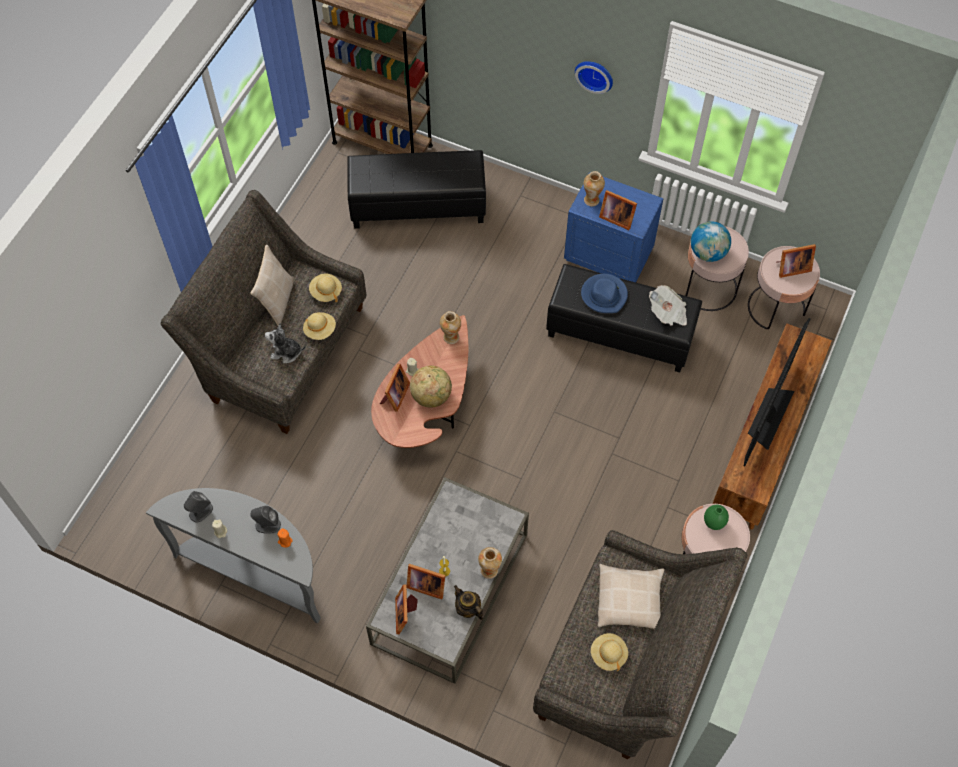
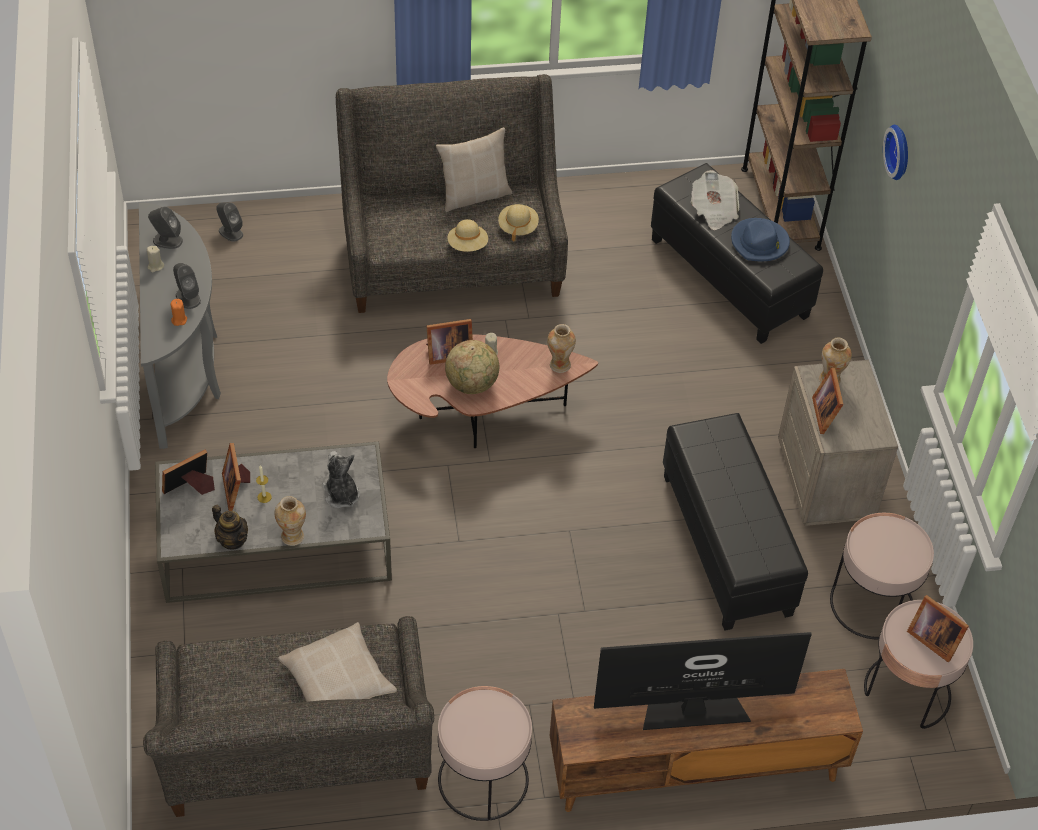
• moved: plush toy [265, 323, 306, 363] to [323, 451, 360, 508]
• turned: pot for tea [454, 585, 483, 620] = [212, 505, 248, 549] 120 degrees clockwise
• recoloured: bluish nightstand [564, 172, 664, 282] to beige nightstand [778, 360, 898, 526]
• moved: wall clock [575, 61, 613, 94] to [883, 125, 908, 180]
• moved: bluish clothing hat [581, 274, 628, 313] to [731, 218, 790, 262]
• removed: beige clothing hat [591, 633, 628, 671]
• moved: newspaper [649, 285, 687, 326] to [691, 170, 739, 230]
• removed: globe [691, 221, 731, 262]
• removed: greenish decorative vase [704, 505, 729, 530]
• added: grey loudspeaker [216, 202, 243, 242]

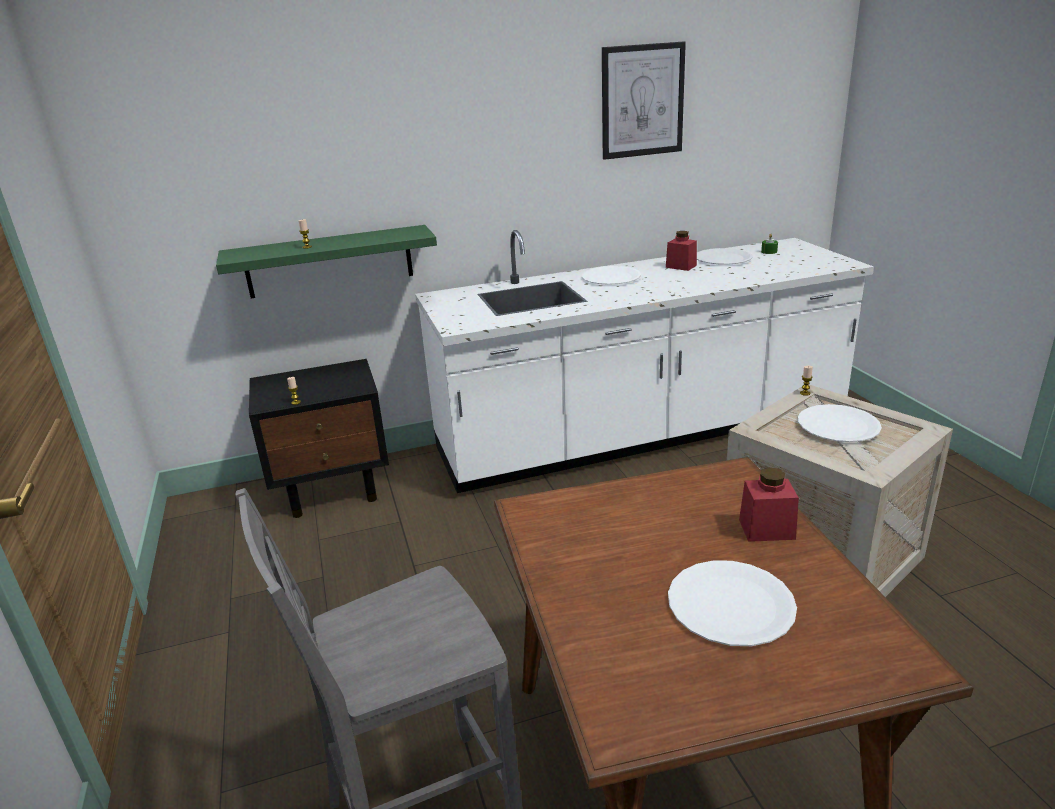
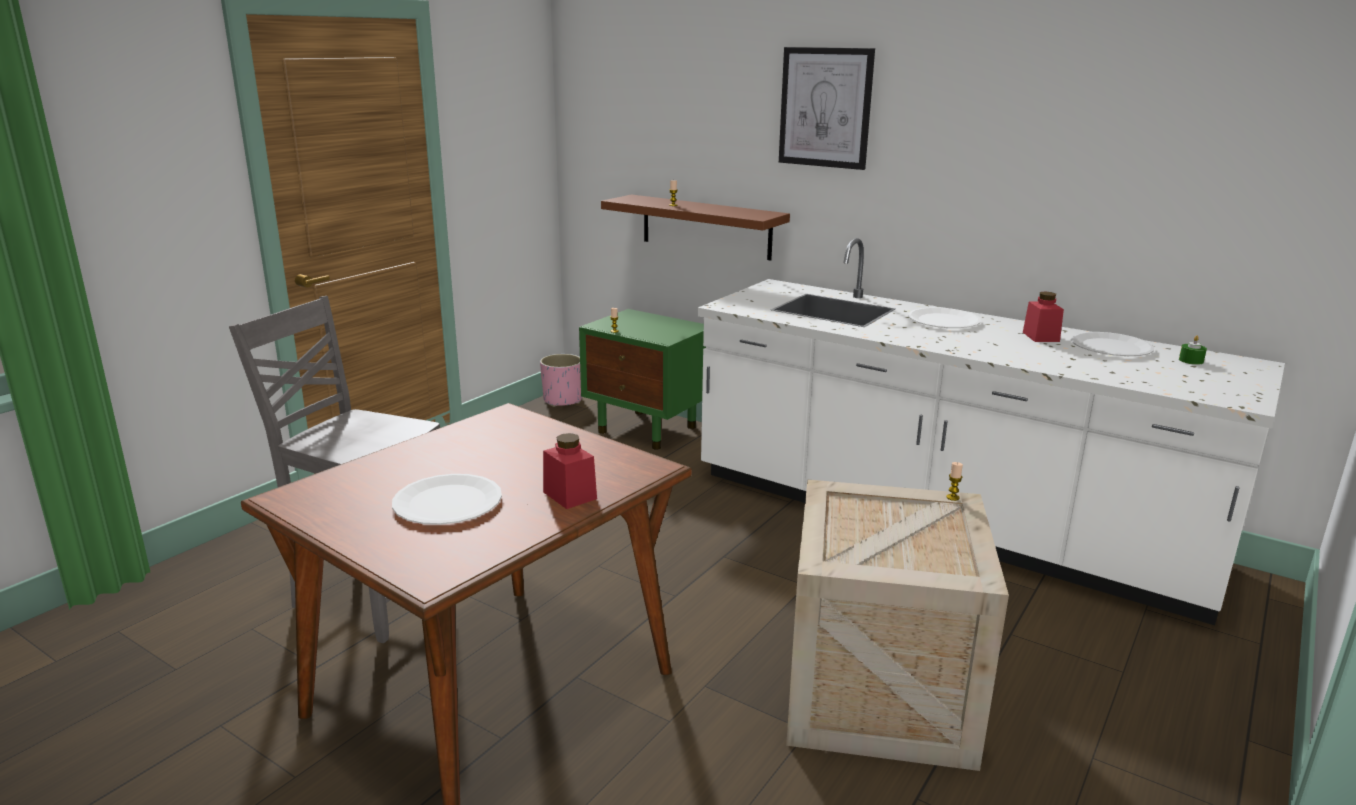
• recoloured: greenish wall shelf [216, 225, 437, 299] to brown-coloured wall shelf [601, 194, 790, 261]
• recoloured: black-coloured nightstand [249, 359, 389, 518] to greenish nightstand [579, 309, 706, 450]
• moved: wall art [602, 41, 686, 160] to [779, 47, 875, 170]
• removed: white-coloured flat dish [798, 404, 882, 442]
• added: pinkish flower pot [540, 354, 582, 407]

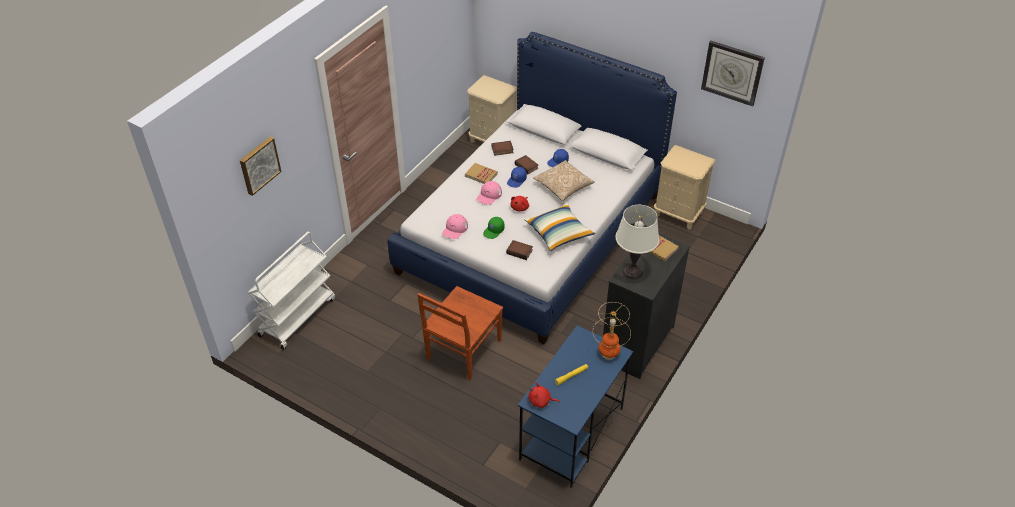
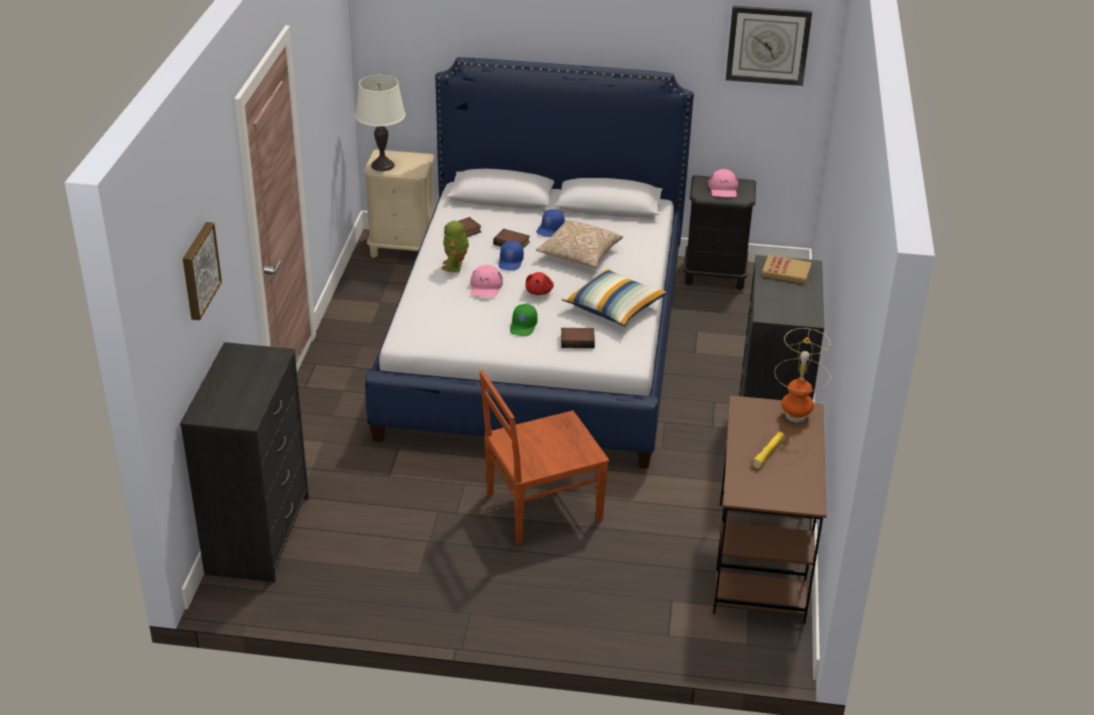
• replaced: white-coloured cart [248, 232, 335, 350] to black-coloured dresser [180, 342, 309, 583]
• turned: brown-coloured plain chair [418, 286, 503, 380] = [479, 370, 609, 544] 60 degrees clockwise
• moved: pinkish baseball cap [442, 214, 468, 239] to [708, 169, 738, 197]
• replaced: volume [465, 163, 498, 184] to model robot [442, 221, 469, 272]
• recoloured: bluish desk [518, 325, 633, 488] to brown-coloured desk [713, 395, 827, 624]
• removed: red-coloured plush toy [528, 382, 560, 408]
• moved: white-coloured table lamp [616, 205, 659, 279] to [355, 75, 406, 171]
• recoloured: beige nightstand [654, 145, 715, 229] to black-coloured nightstand [683, 175, 756, 290]

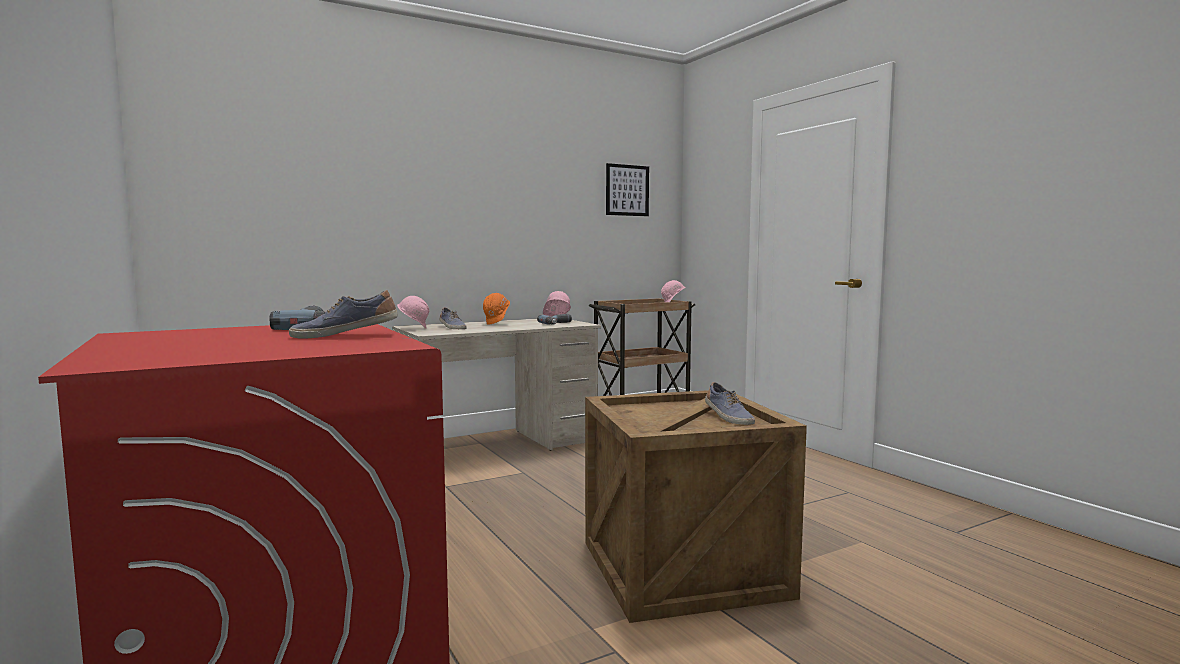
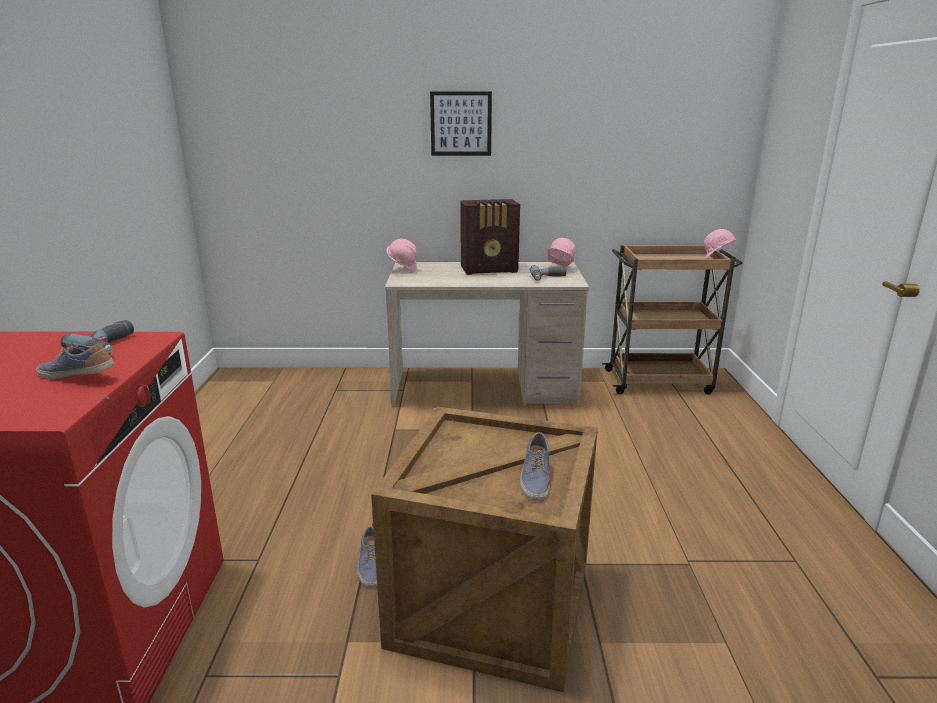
• moved: item of footwear [439, 307, 467, 329] to [357, 526, 377, 588]
• replaced: orangey work helmet [483, 293, 510, 325] to radio set [460, 199, 520, 275]
• moved: wall art [606, 163, 649, 216] to [430, 91, 492, 156]

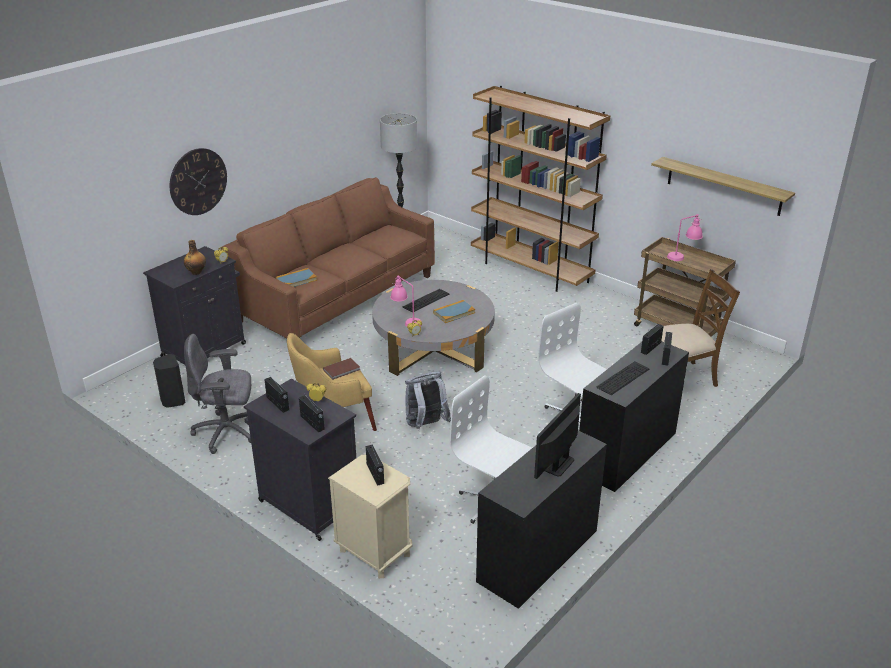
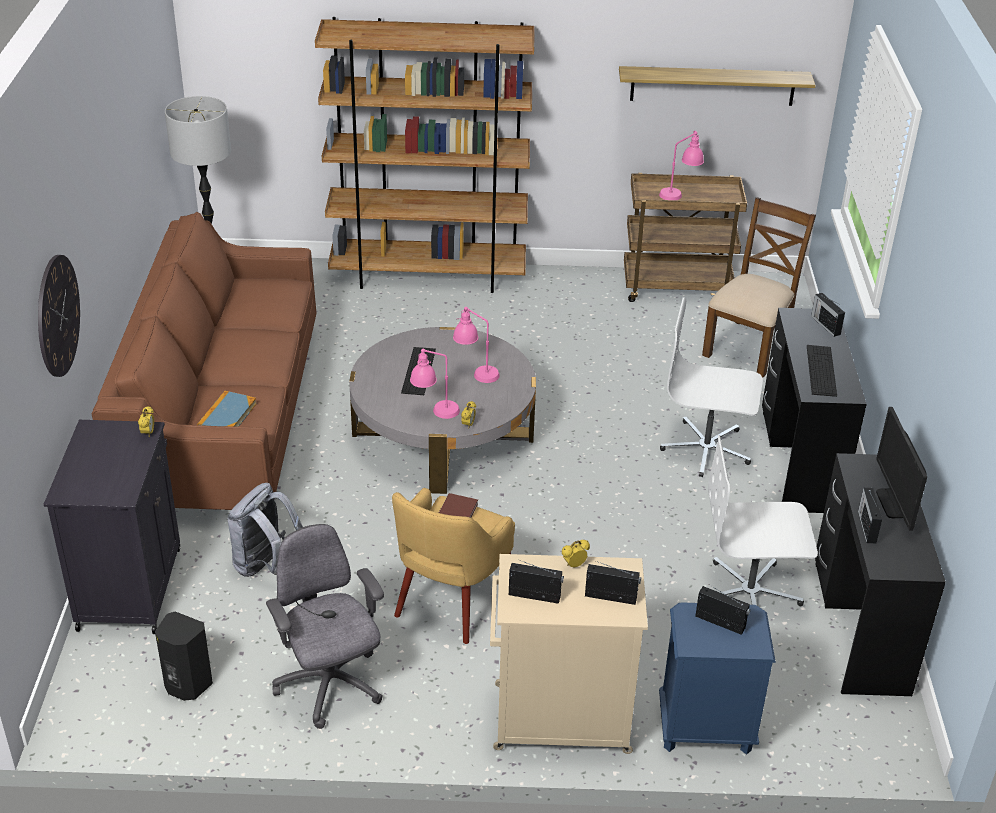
• removed: bottle [184, 240, 206, 275]
• turned: grey office chair [184, 334, 251, 454] = [266, 524, 384, 729] 105 degrees clockwise
• recoloured: black-coloured storage cabinet [244, 379, 356, 541] to beige storage cabinet [490, 554, 648, 754]
• recoloured: beige nightstand [328, 455, 412, 578] to bluish nightstand [659, 602, 776, 755]
• moved: grey rucksack [405, 372, 451, 429] to [227, 483, 303, 577]
• replaced: volume [433, 300, 475, 323] to pinkish table lamp [453, 307, 500, 383]
• moved: radio set [641, 324, 664, 355] to [858, 488, 882, 543]

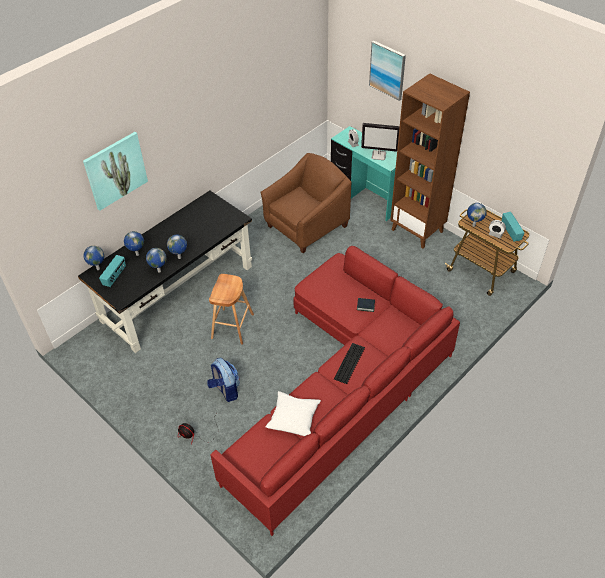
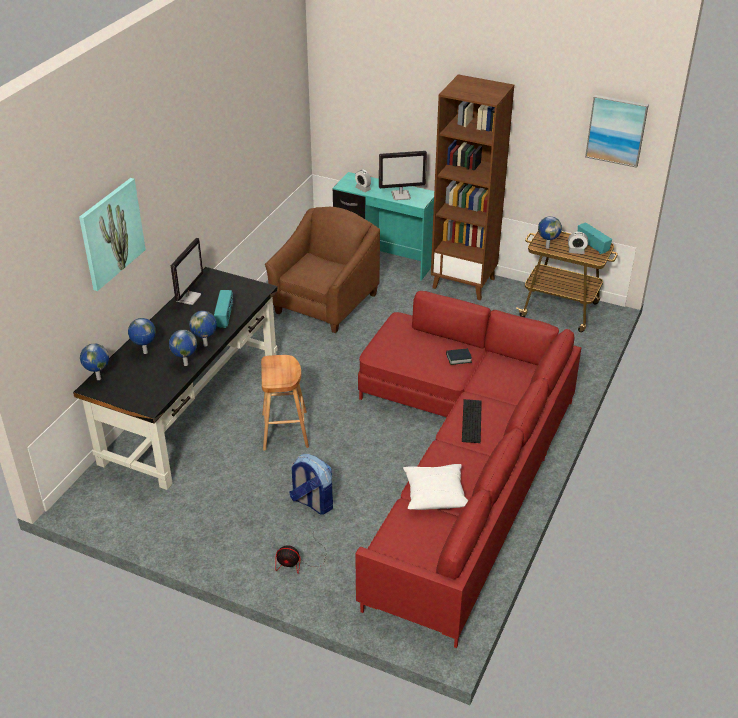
• moved: radio set [99, 255, 126, 287] to [214, 290, 233, 328]
• moved: wall art [369, 41, 406, 101] to [585, 95, 649, 168]
• added: monitor [171, 238, 203, 305]

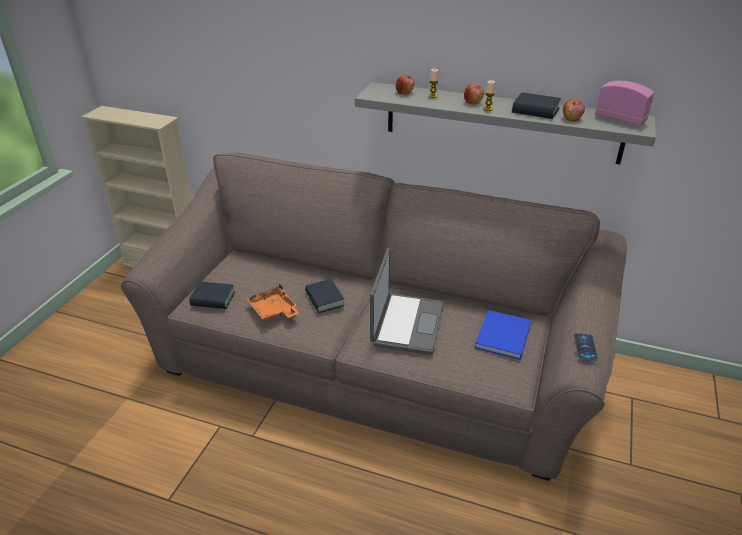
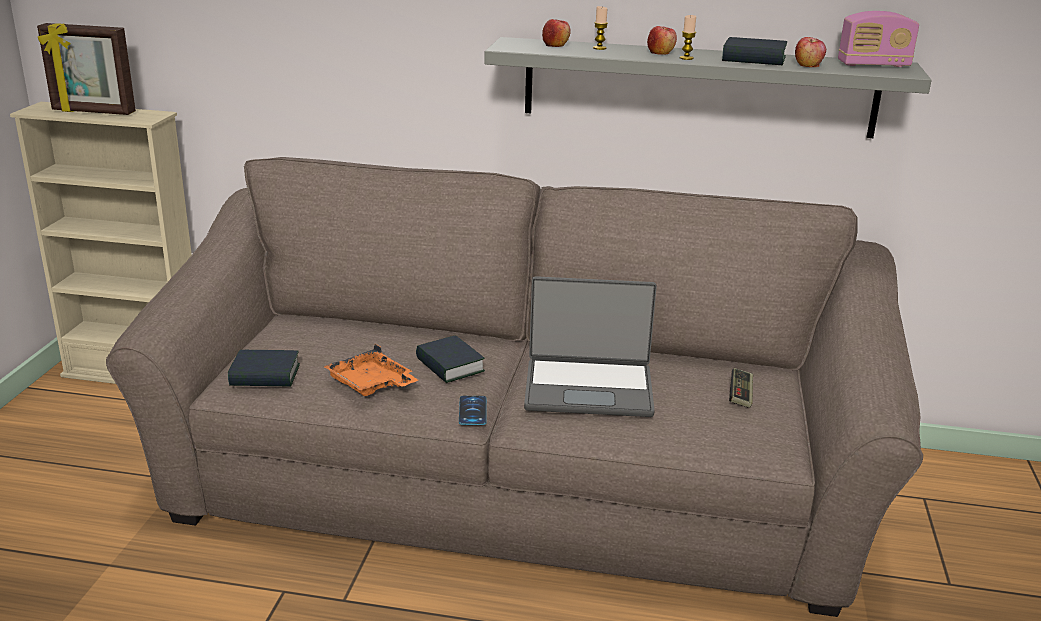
• turned: laptop [370, 248, 444, 355] = [524, 276, 657, 417] 90 degrees clockwise
• replaced: bluish volume [475, 310, 531, 360] to joypad [729, 368, 753, 408]
• moved: handset [574, 333, 598, 361] to [459, 396, 487, 425]
• turned: radio set [595, 81, 654, 126] = [838, 11, 919, 67] 150 degrees clockwise
• added: standing frame [37, 23, 136, 115]

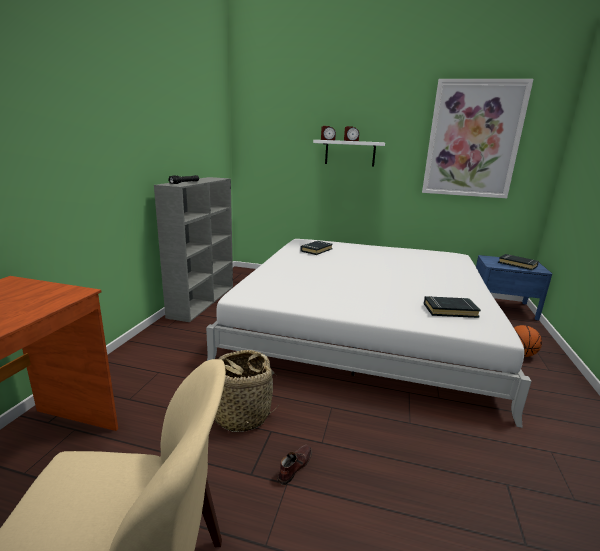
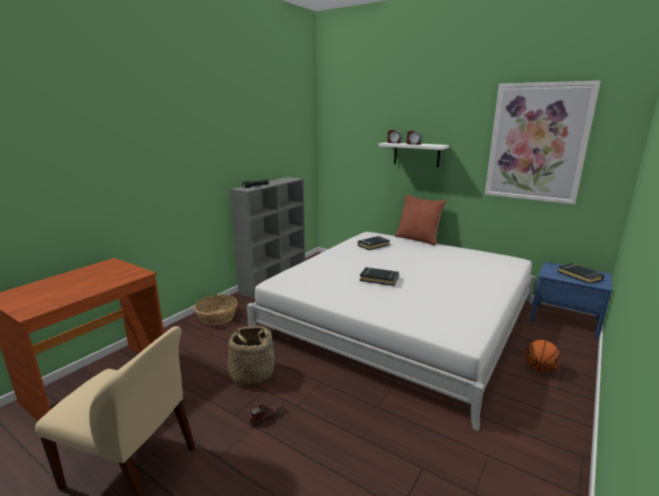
• moved: black-coloured volume [424, 296, 481, 318] to [360, 267, 399, 286]
• added: household basket [194, 295, 238, 325]
• added: throw pillow [395, 195, 446, 246]

